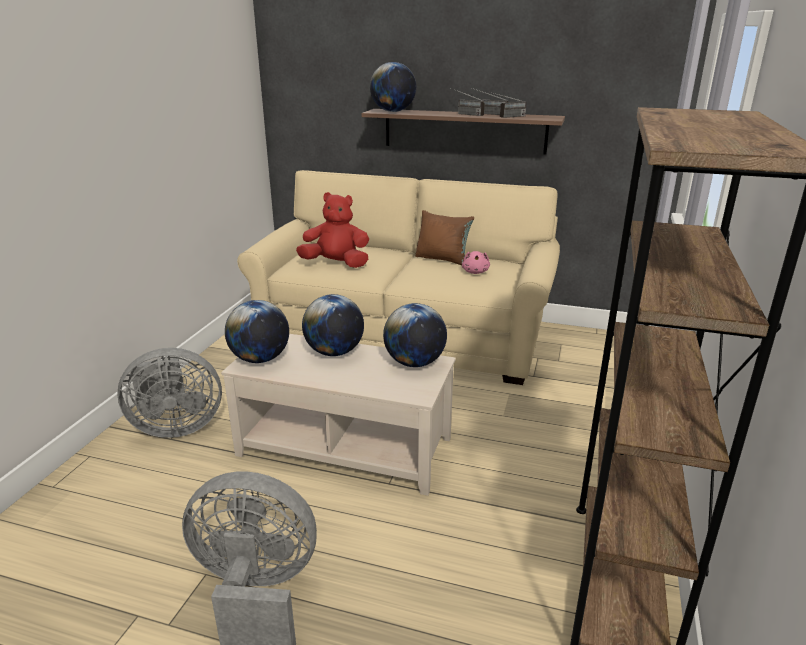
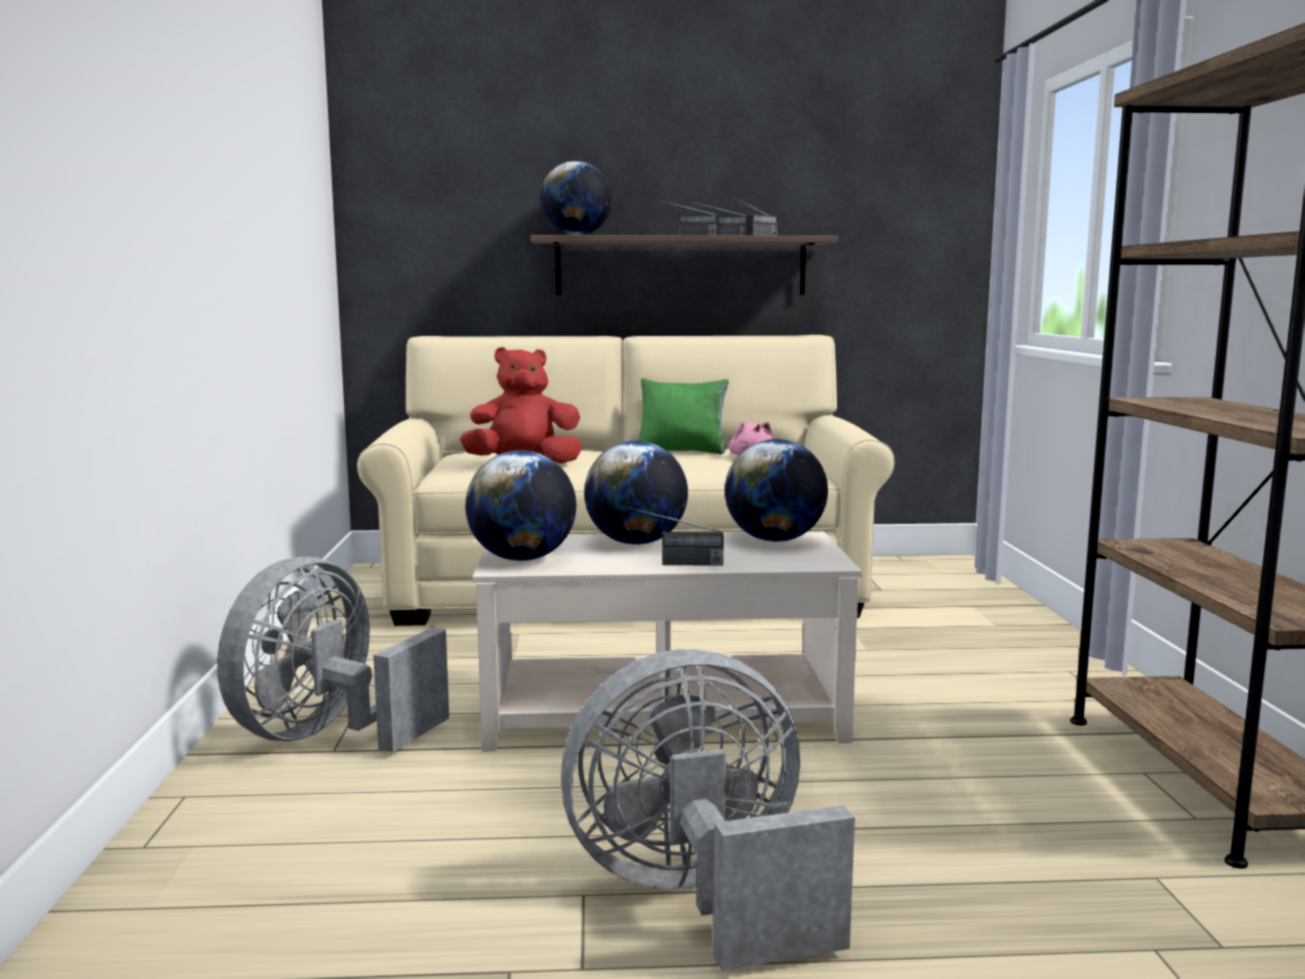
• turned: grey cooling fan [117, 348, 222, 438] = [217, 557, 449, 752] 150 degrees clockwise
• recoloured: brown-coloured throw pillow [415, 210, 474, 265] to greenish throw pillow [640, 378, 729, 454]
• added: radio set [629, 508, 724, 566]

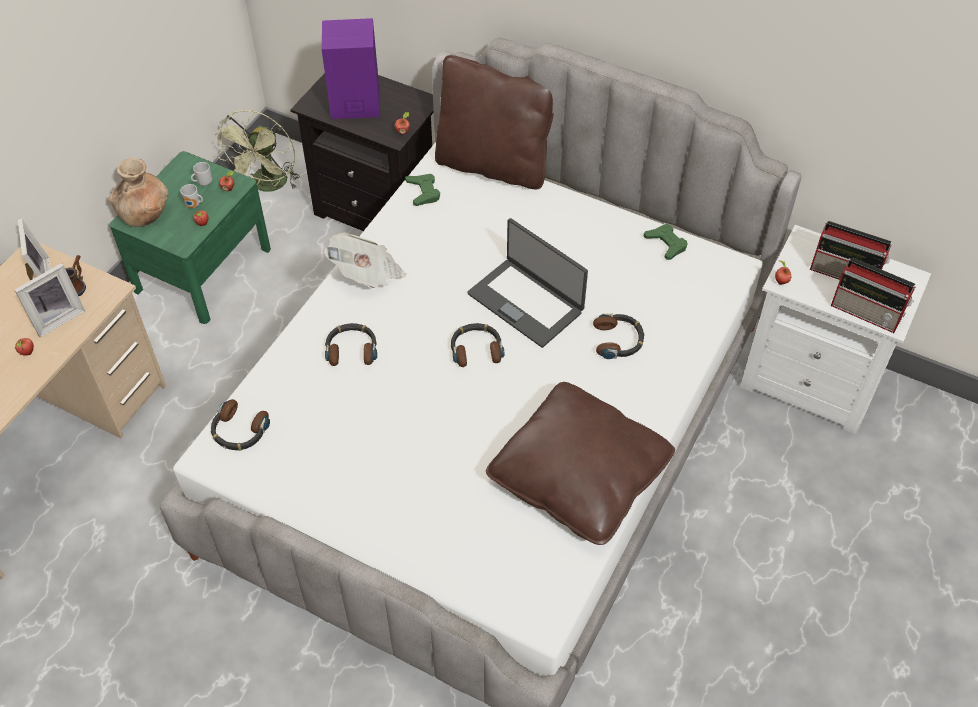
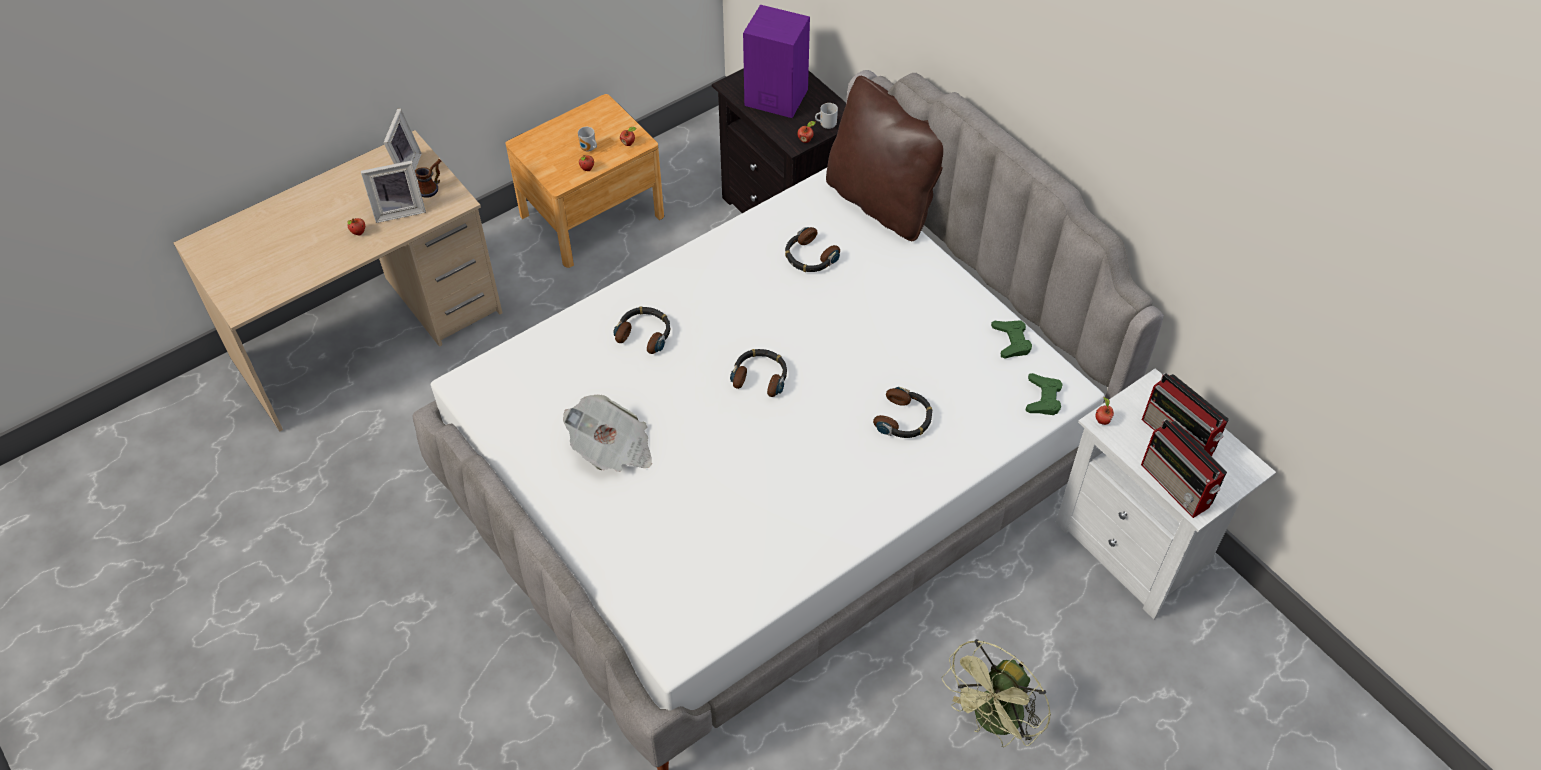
• removed: brown-coloured decorative vase [108, 158, 168, 227]
• recoloured: greenish nightstand [110, 151, 271, 324] to brown-coloured nightstand [506, 94, 664, 268]
• moved: tea mug [191, 162, 212, 186] to [815, 103, 838, 129]
• moved: headphones [211, 399, 270, 451] to [785, 227, 840, 272]
• moved: greenish cooling fan [215, 110, 300, 192] to [942, 639, 1051, 747]
• moved: newspaper [323, 232, 406, 288] to [563, 395, 652, 472]
• moved: greenish joypad [405, 174, 440, 206] to [1025, 373, 1063, 415]
• removed: laptop [467, 218, 588, 348]
• removed: brown-coloured throw pillow [486, 382, 675, 545]

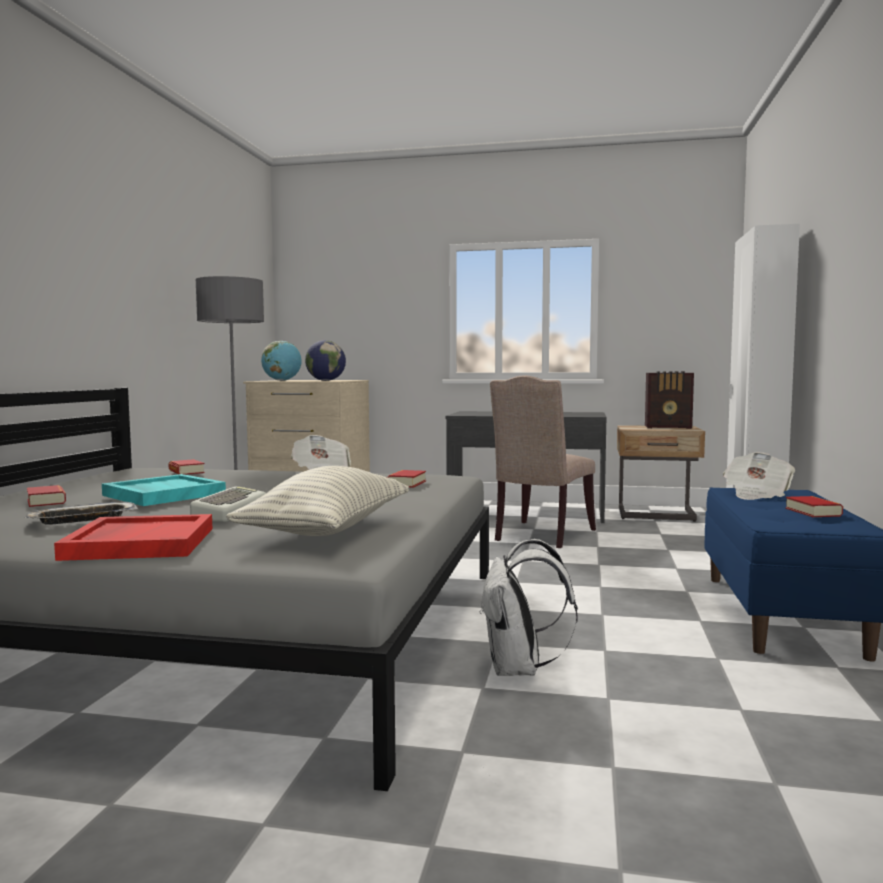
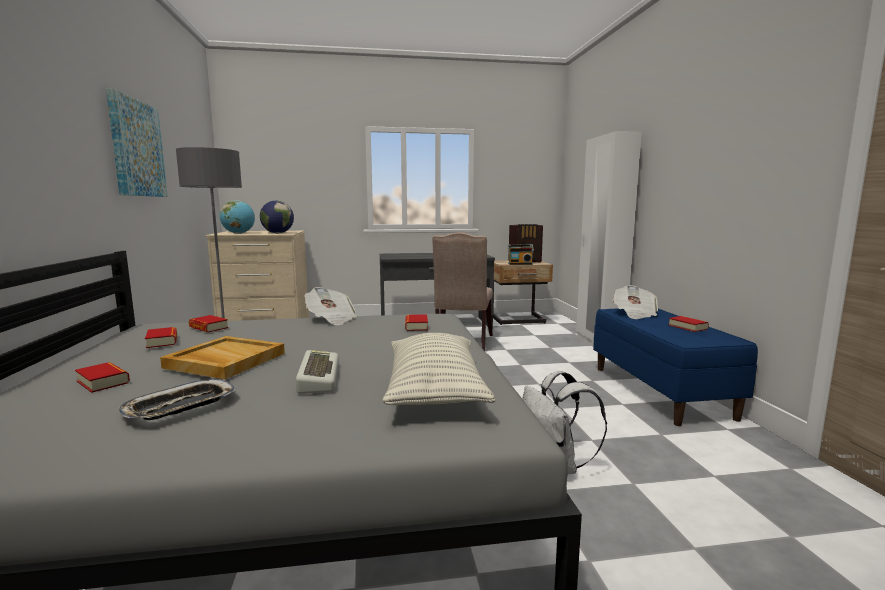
• removed: red-coloured serving tray [54, 514, 212, 561]
• recoloured: turquoise-coloured serving tray [102, 474, 226, 506] to beige serving tray [160, 336, 285, 379]
• added: wall art [106, 88, 168, 197]
• added: volume [145, 327, 177, 348]
• added: radio set [507, 244, 534, 265]

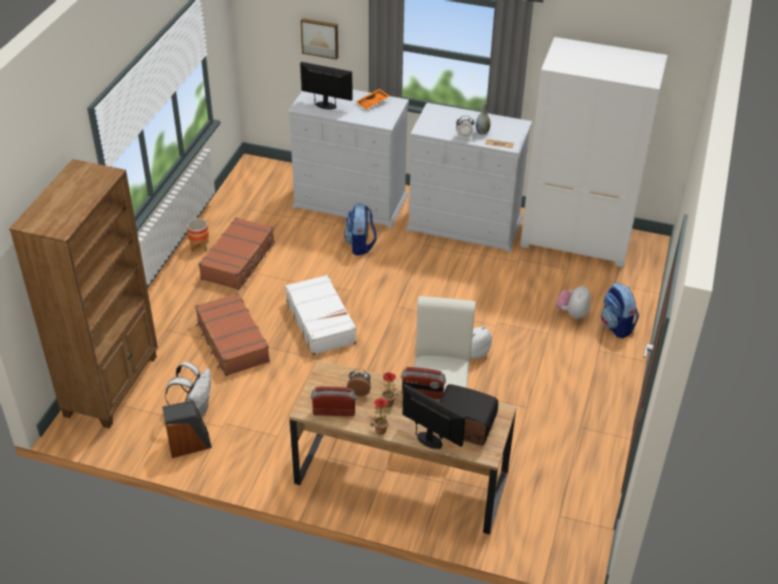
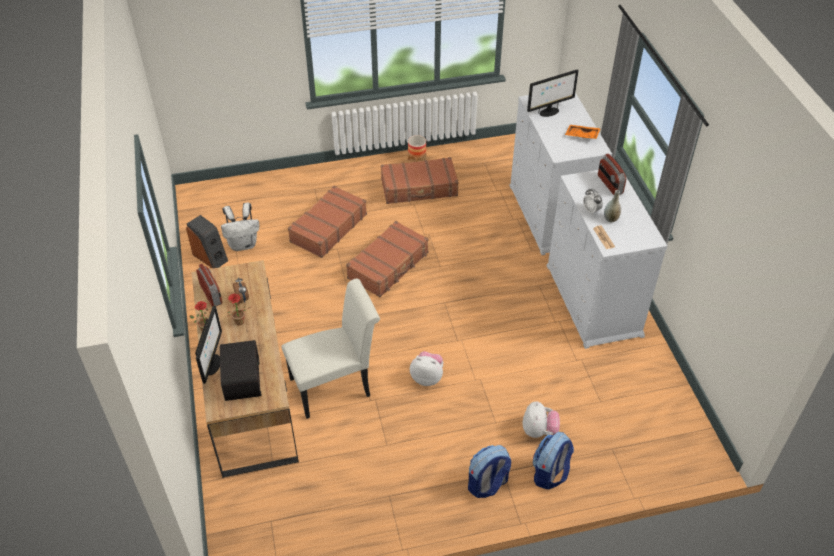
• removed: brown-coloured bookcase [9, 159, 158, 429]
• recoloured: white-coloured suitcase [285, 275, 357, 355] to brown-coloured suitcase [346, 221, 428, 297]
• turned: monitor [300, 62, 353, 109] = [527, 69, 579, 117] 75 degrees clockwise
• removed: wall art [301, 18, 338, 60]
• moved: rucksack [344, 203, 377, 255] to [468, 445, 511, 498]
• moved: radio set [401, 367, 446, 400] to [598, 154, 627, 195]
• removed: white-coloured clothes cupboard [520, 37, 668, 268]
• turned: plush toy [556, 285, 591, 319] = [522, 401, 560, 438] 105 degrees clockwise

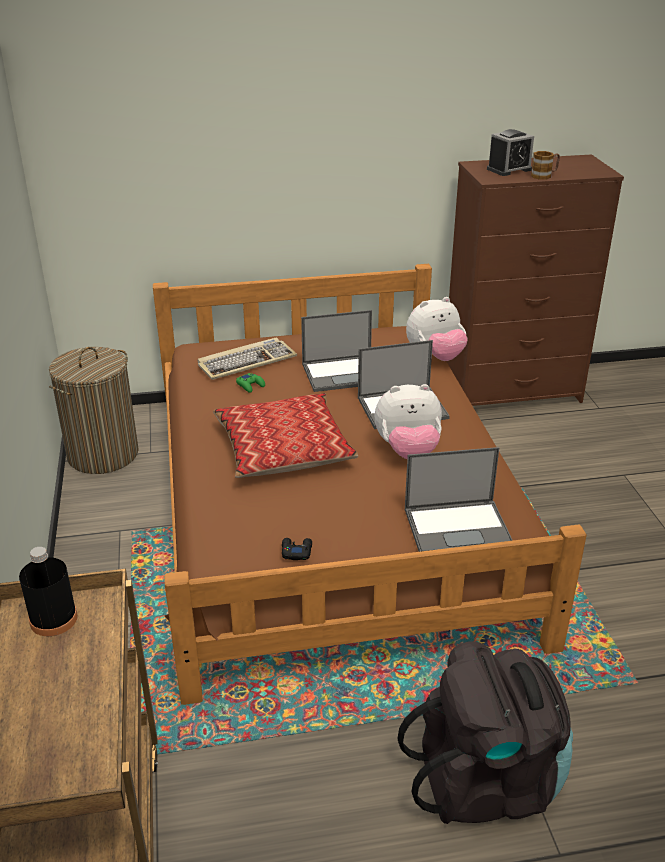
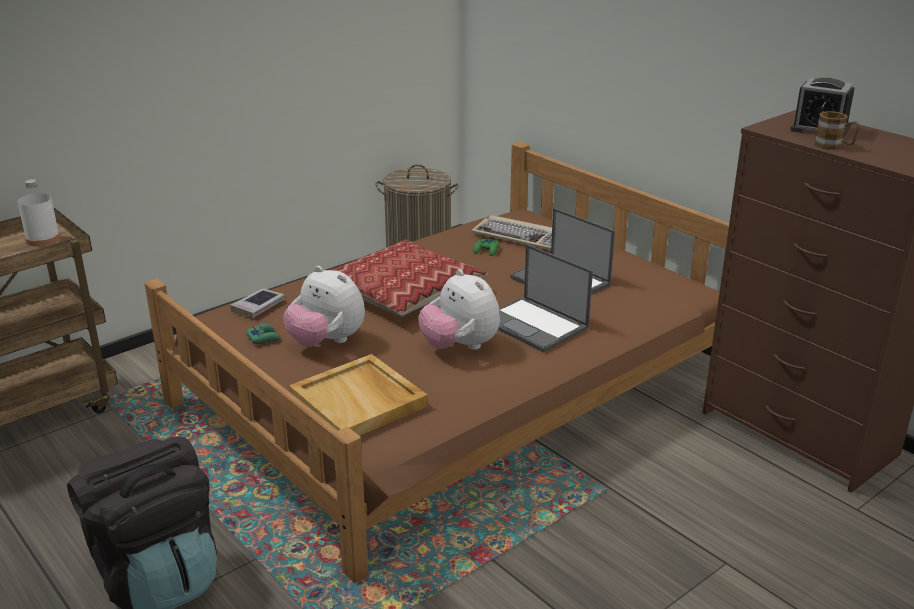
• recoloured: black-coloured bottle [19, 547, 78, 636] to white-coloured bottle [17, 179, 60, 246]
• recoloured: black-coloured joypad [282, 538, 312, 560] to greenish joypad [246, 324, 281, 344]
• replaced: laptop [405, 447, 513, 552] to beige serving tray [289, 354, 428, 436]
• moved: plush toy [406, 297, 468, 361] to [283, 266, 365, 347]
• added: volume [230, 288, 285, 318]

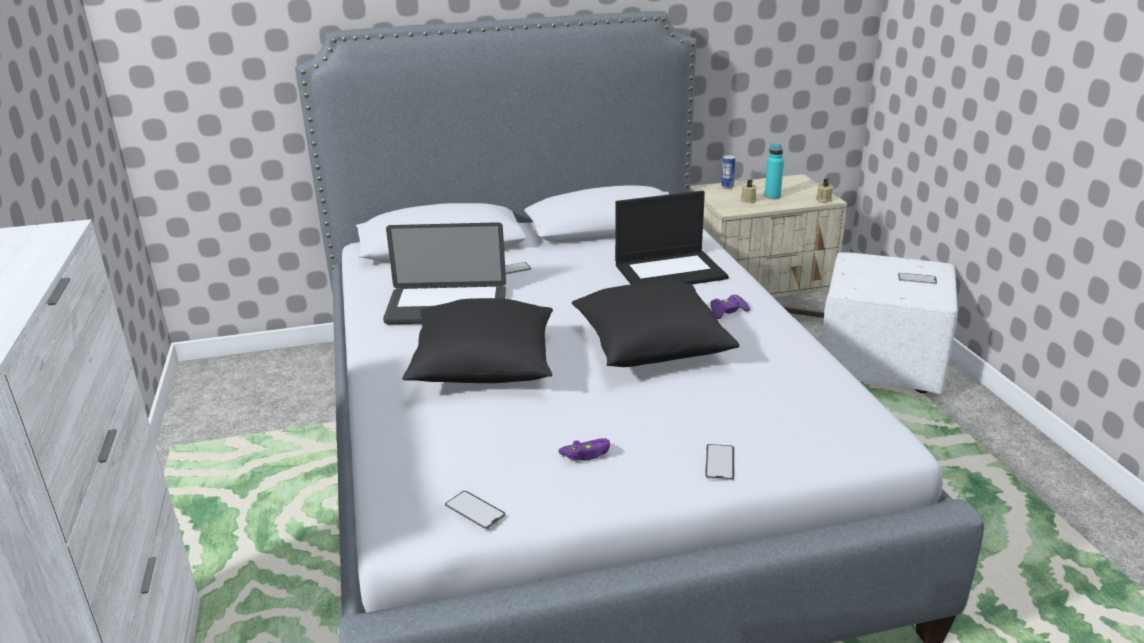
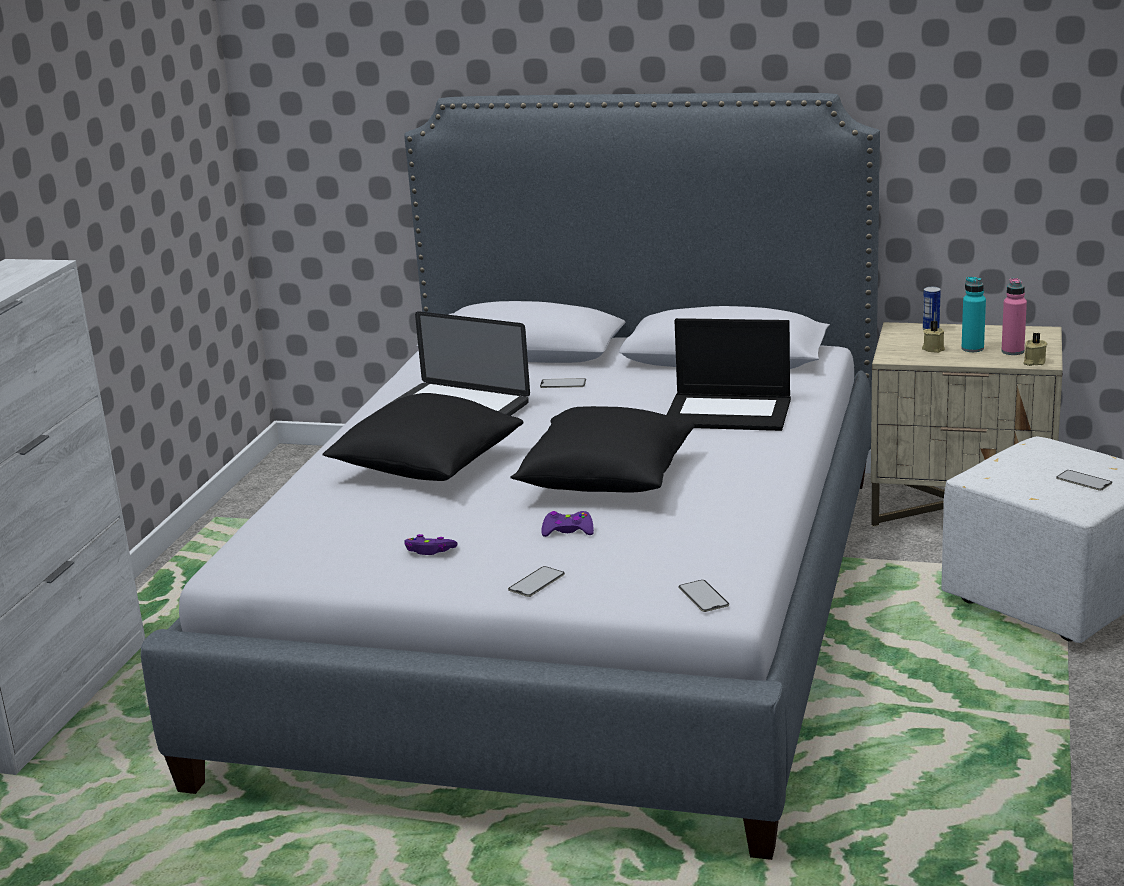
• moved: handset [445, 491, 505, 529] to [679, 580, 729, 612]
• moved: purplish joypad [710, 295, 750, 319] to [541, 511, 594, 537]
• added: pinkish bottle [1001, 278, 1027, 355]

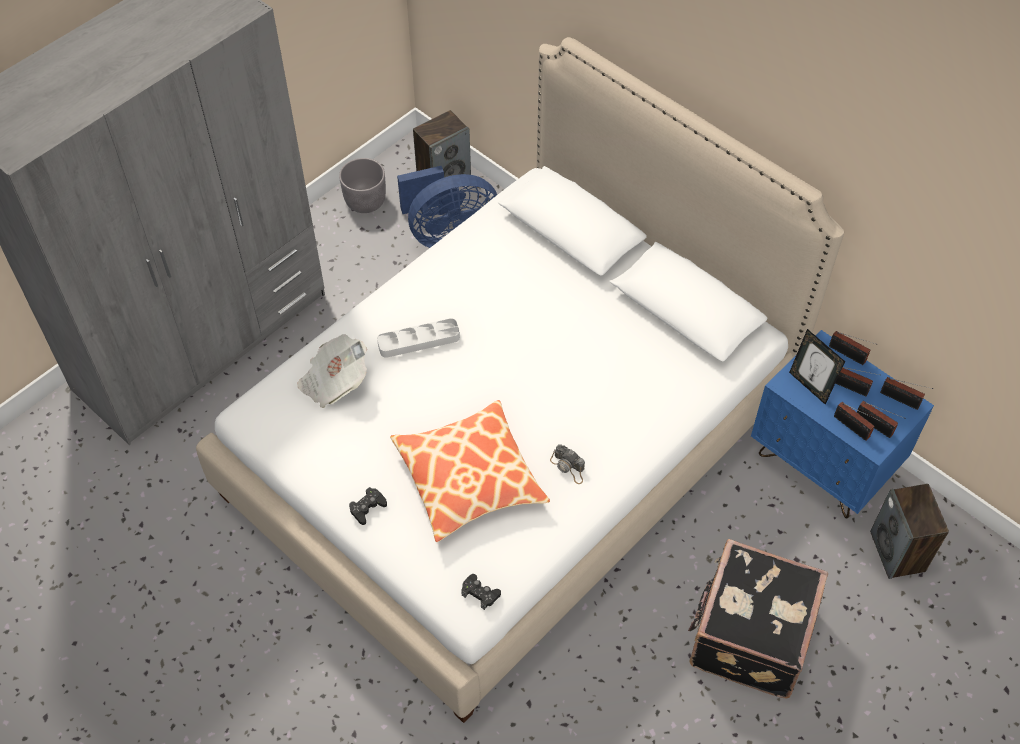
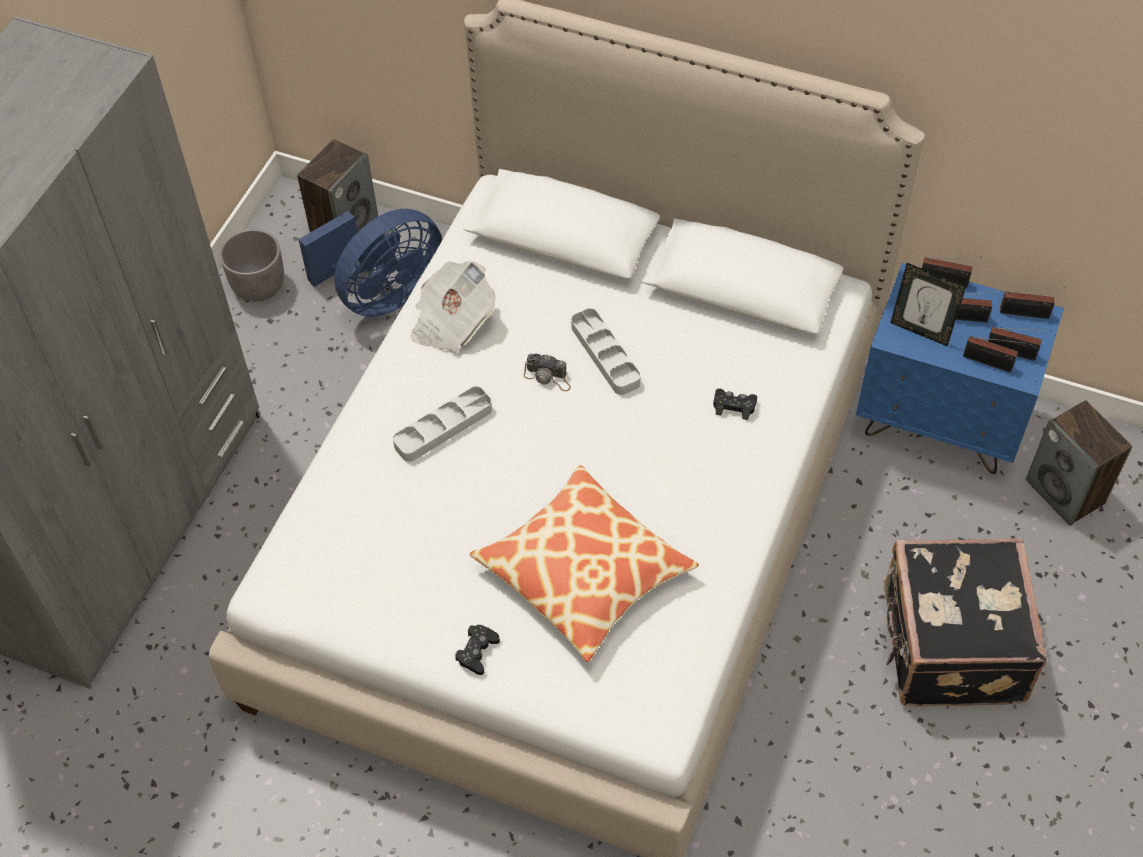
• moved: newspaper [297, 334, 367, 408] to [411, 261, 496, 353]
• moved: black-coloured joypad [461, 574, 501, 610] to [713, 389, 757, 420]
• moved: photo camera [550, 444, 585, 484] to [524, 353, 571, 391]
• added: grey serving tray [571, 308, 641, 395]

